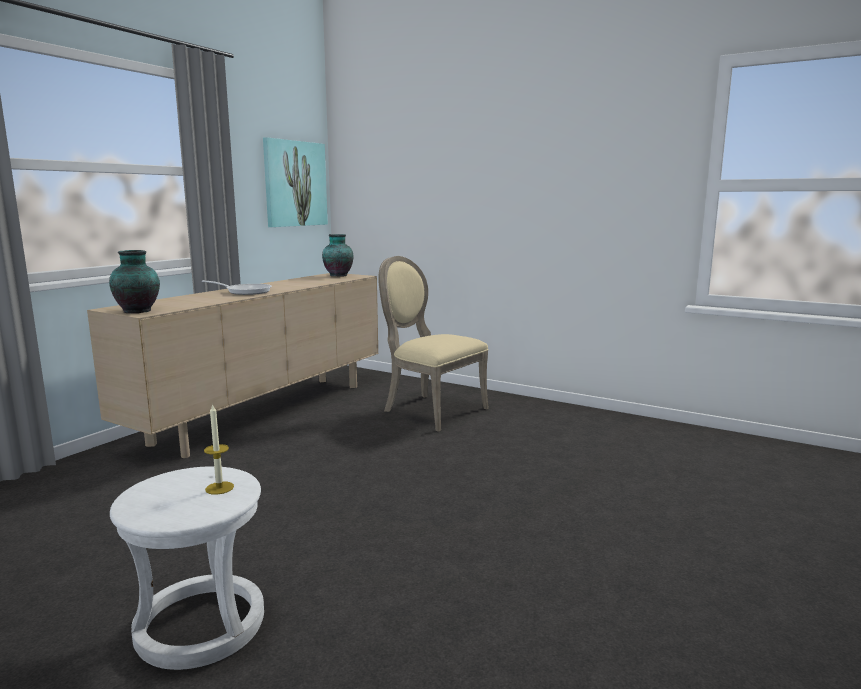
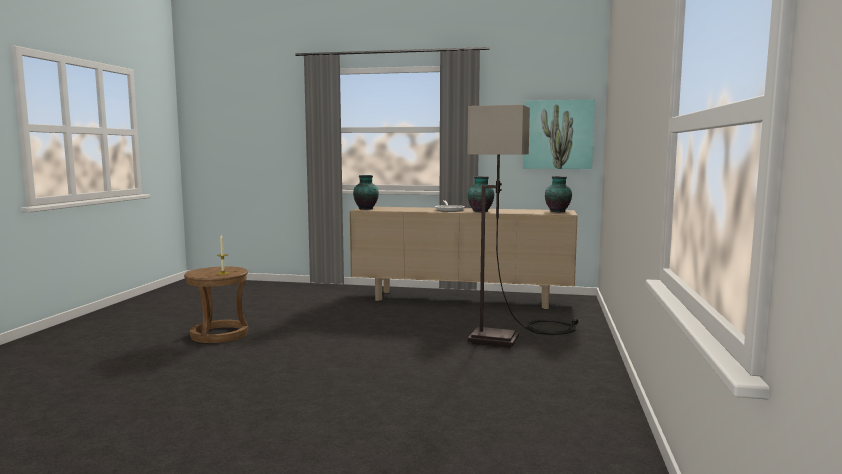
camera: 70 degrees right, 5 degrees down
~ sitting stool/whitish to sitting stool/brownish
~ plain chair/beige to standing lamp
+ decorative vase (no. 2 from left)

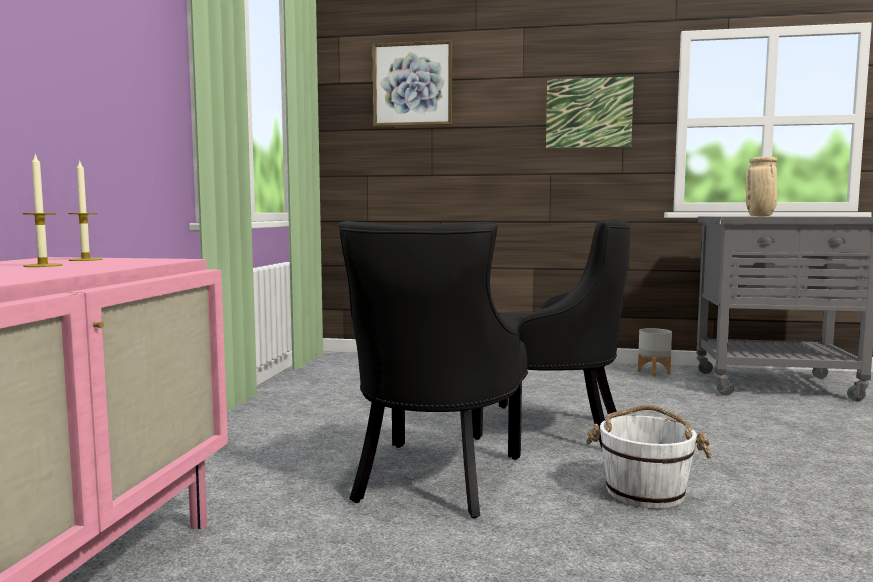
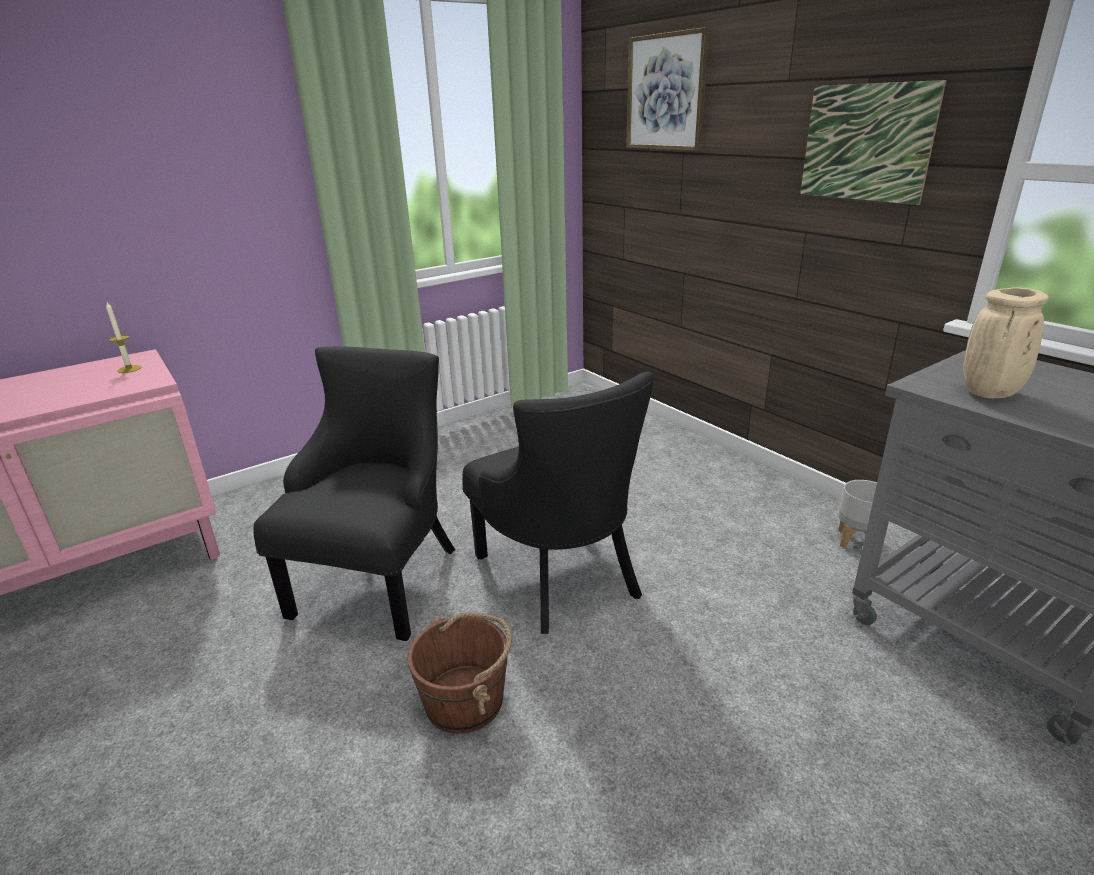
camera: 45 degrees right, 20 degrees up
~ plain chair/black-coloured (no. 1 from left) 135 degrees clockwise
~ water bucket/whitish to water bucket/brownish
- candle (no. 1 from left)

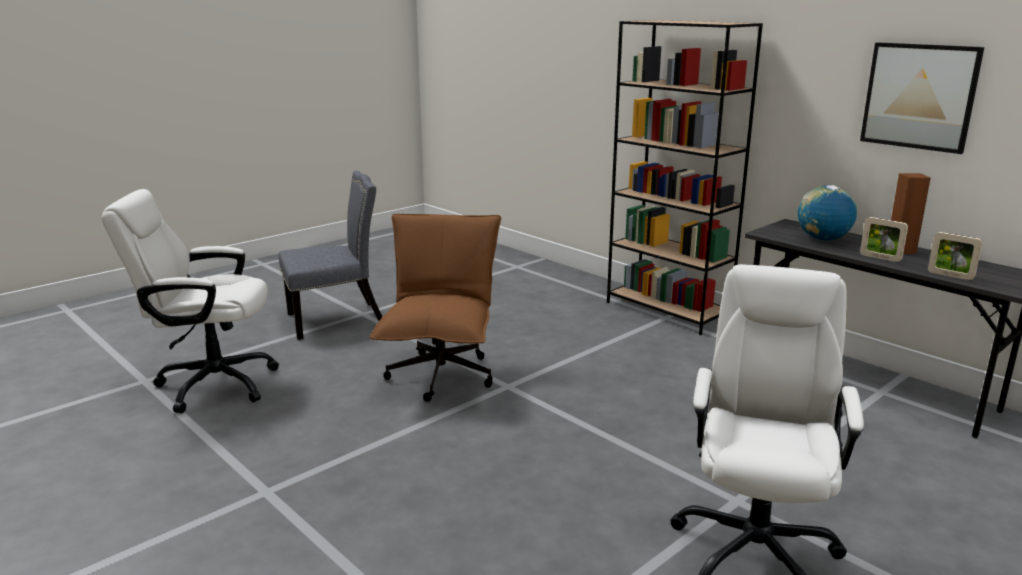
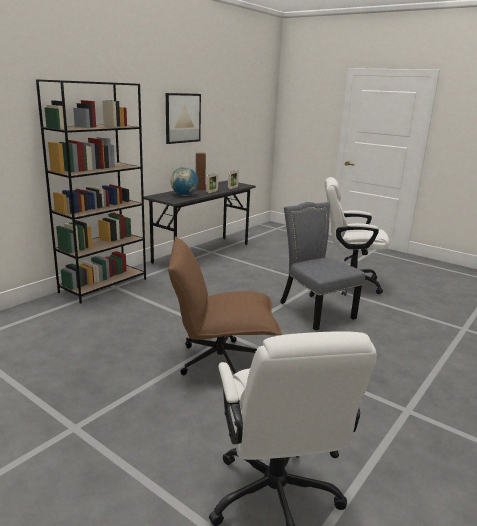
camera: 100 degrees left, 0 degrees up
~ plain chair/grey

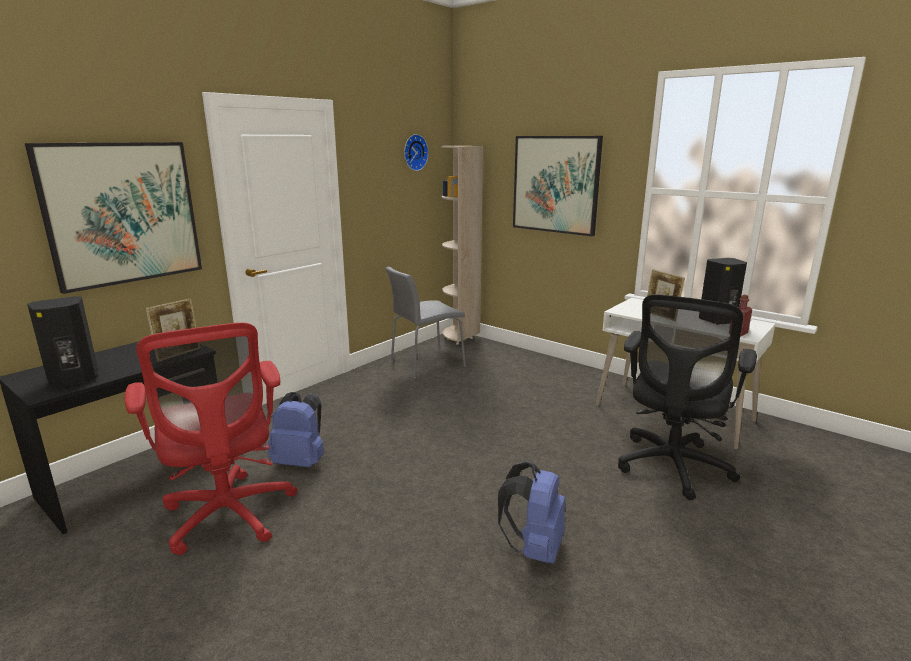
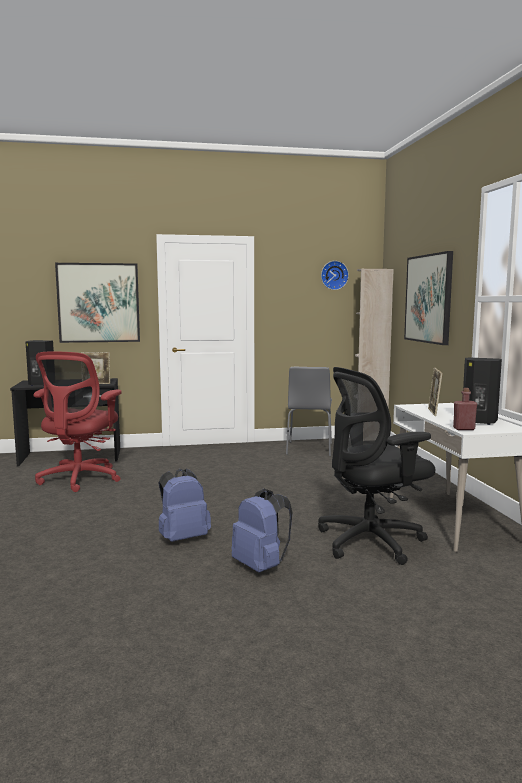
camera: 40 degrees right, 10 degrees down
~ rucksack/bluish (no. 1 from left in the first image) to rucksack/bluish (no. 2 from left)
~ plain chair/grey 90 degrees counterclockwise

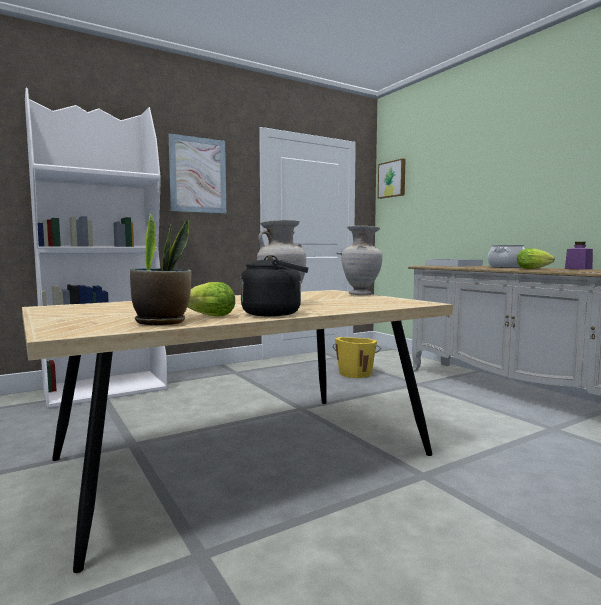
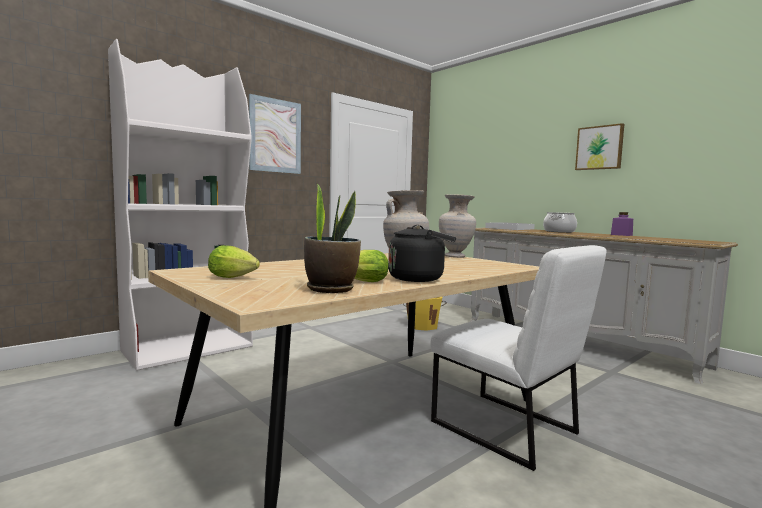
camera: 10 degrees left, 0 degrees up
~ head of lettuce (no. 2 from left in the first image) to head of lettuce (no. 1 from left)
+ plain chair/whitish
~ wall picture (no. 2 from left)

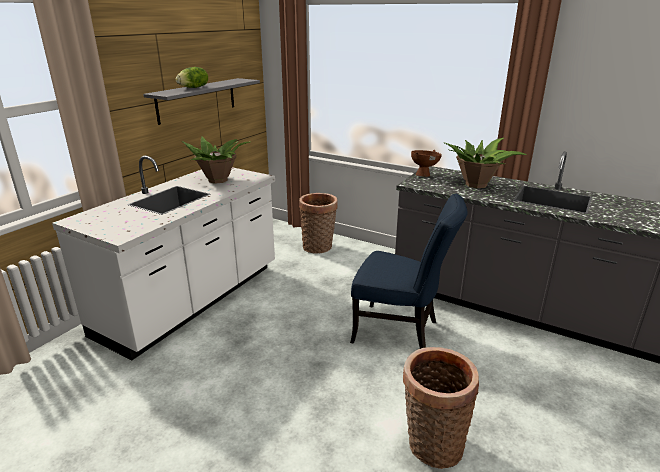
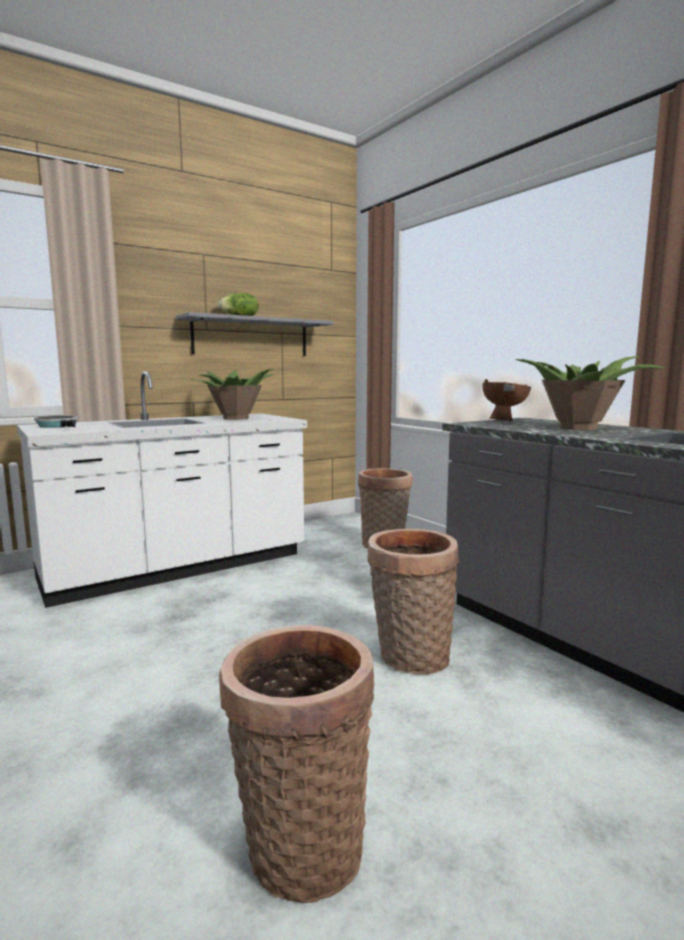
camera: 25 degrees right, 15 degrees down
+ pan
~ plain chair/bluish to storage basket (no. 3 from left)

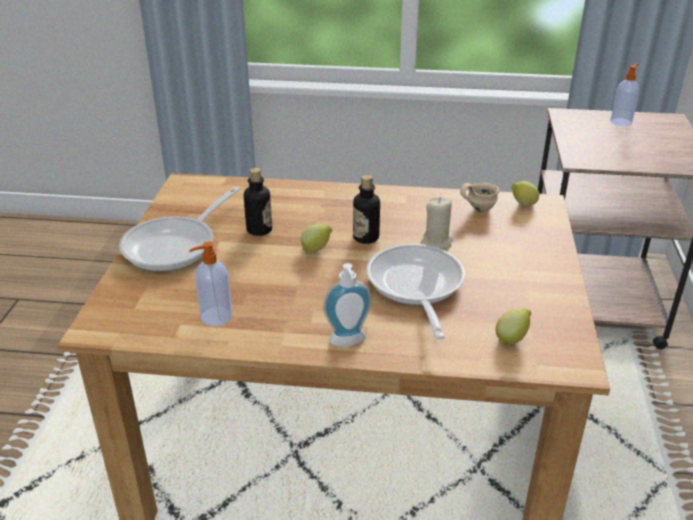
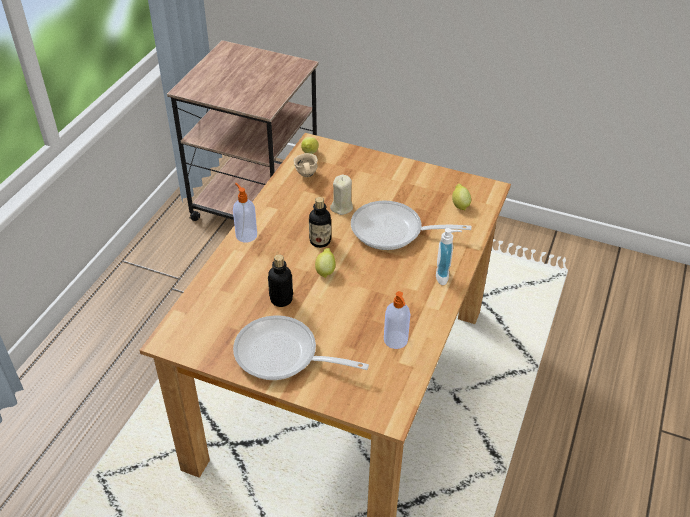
camera: 75 degrees left, 10 degrees up
~ soap bottle (no. 3 from left in the first image) to soap bottle (no. 1 from left)
~ pan (no. 1 from left) 150 degrees clockwise

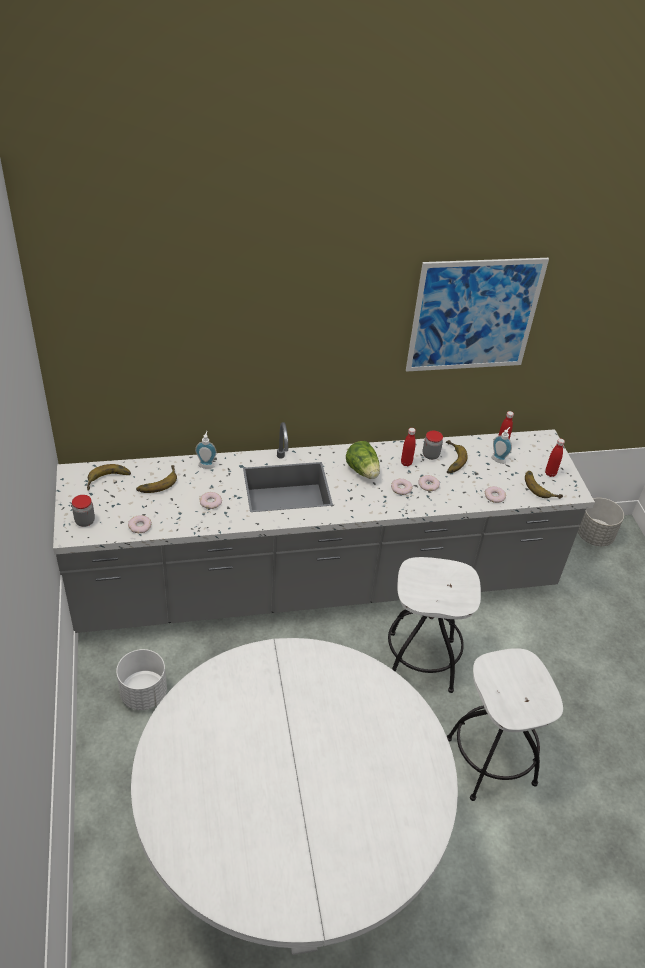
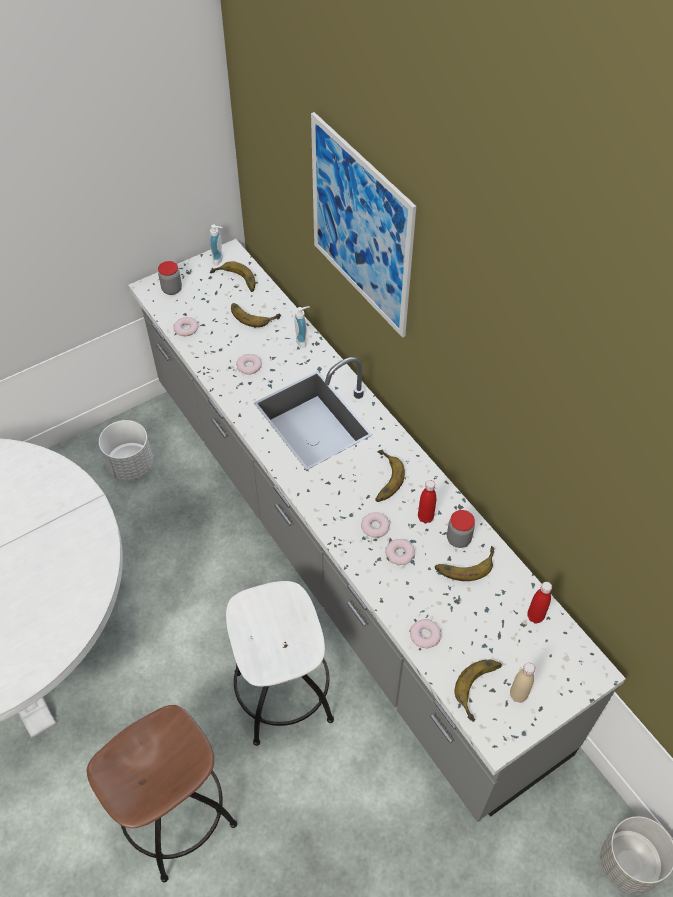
camera: 70 degrees right, 10 degrees up
~ sitting stool/whitish (no. 2 from left) to sitting stool/brownish
~ soap bottle (no. 2 from left in the first image) to soap bottle (no. 1 from left)
~ wall picture
~ head of lettuce to banana fruit (no. 3 from left)
~ beverage bottle/red-coloured (no. 3 from left) to beverage bottle/beige

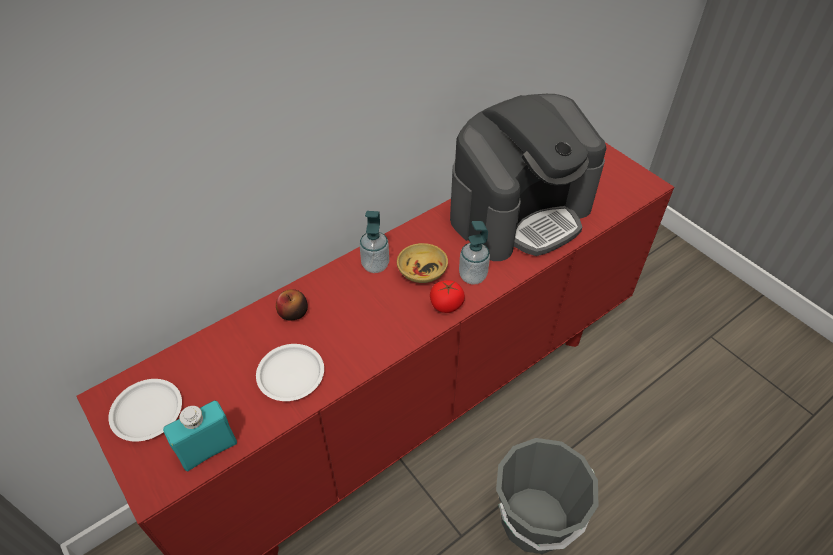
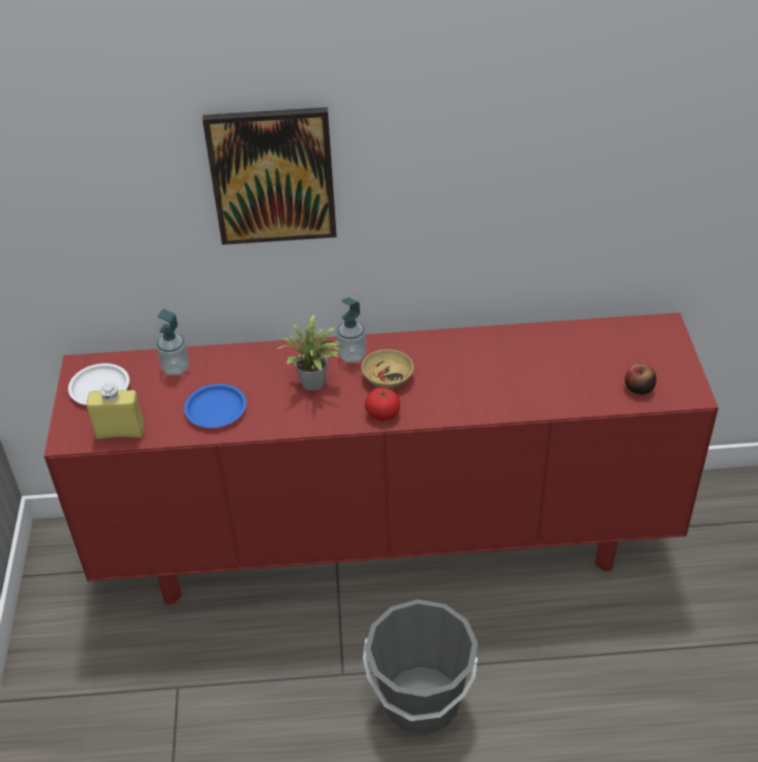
camera: 35 degrees right, 5 degrees down
~ beverage bottle/blue-green to beverage bottle/yellowish
~ soap bottle (no. 2 from left in the first image) to soap bottle (no. 1 from left)
~ dinner plate/whitish (no. 2 from left) to dinner plate/bluish
+ wall picture
+ potted plant
~ whole apple
- coffee maker

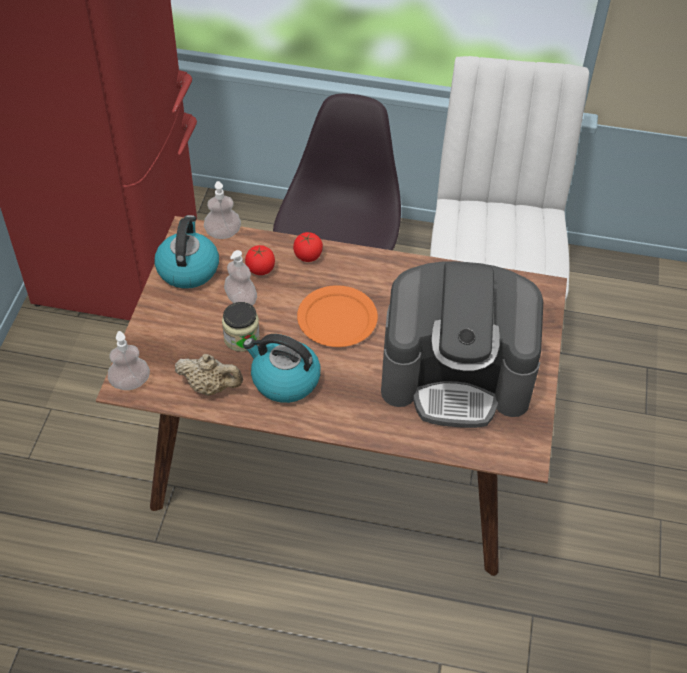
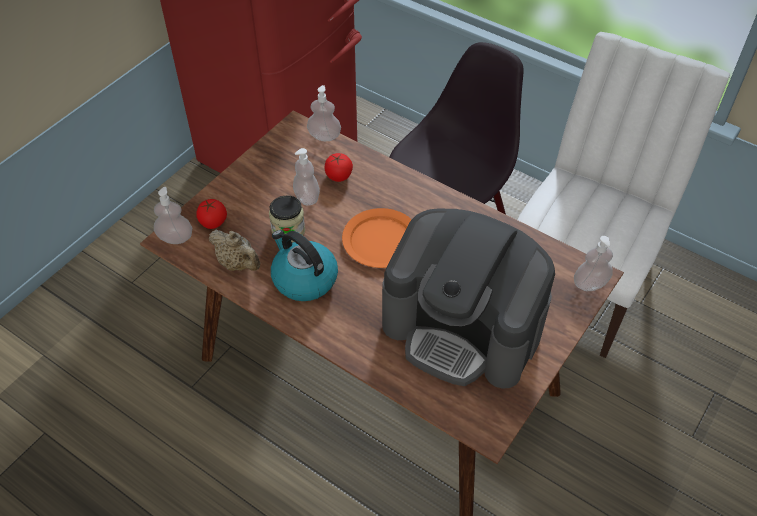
camera: 25 degrees right, 0 degrees up
~ fresh tomato (no. 2 from left in the first image) to fresh tomato (no. 1 from left)
+ soap bottle (no. 4 from left)
- water kettle (no. 1 from left)

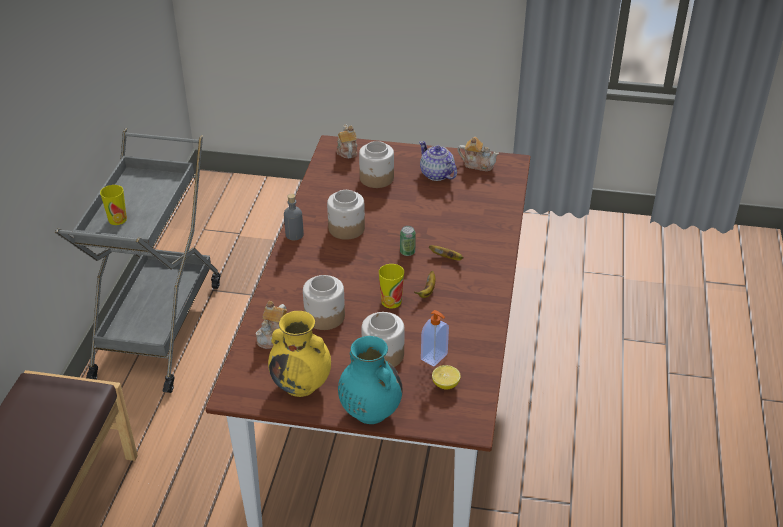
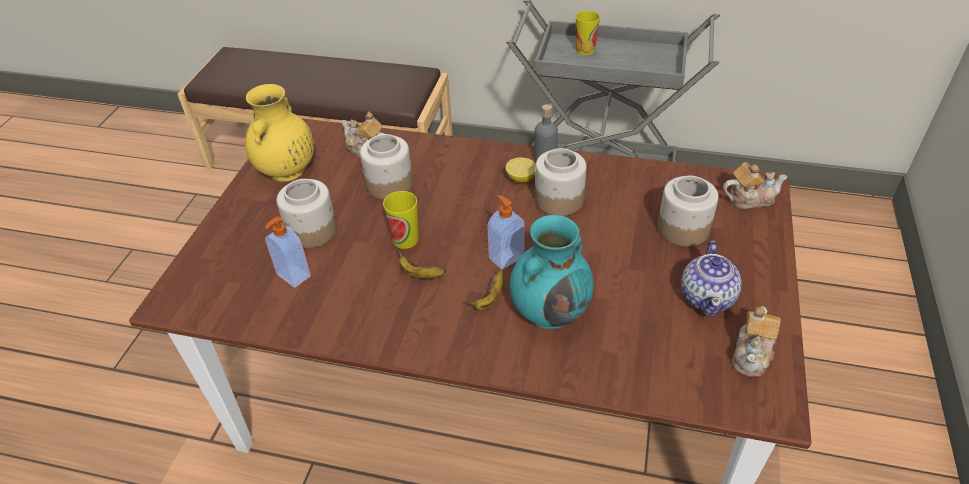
camera: 95 degrees right, 5 degrees up
~ sealed can to soap bottle (no. 2 from left)
~ lemon
~ decorative vase/blue-green
~ teapot (no. 3 from left in the first image) 135 degrees clockwise

